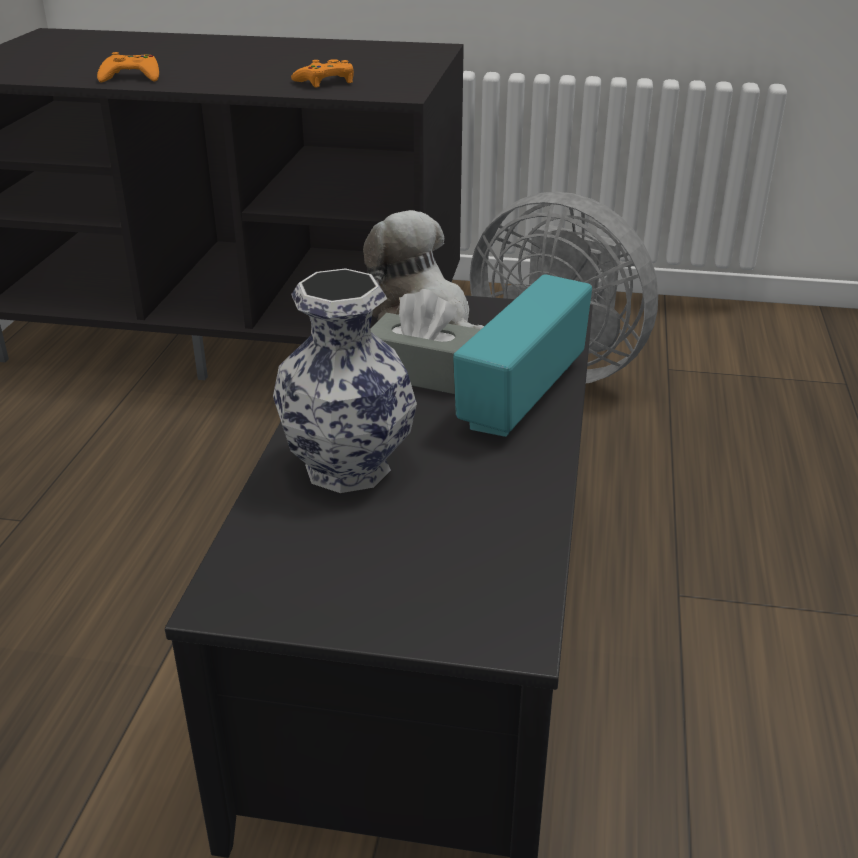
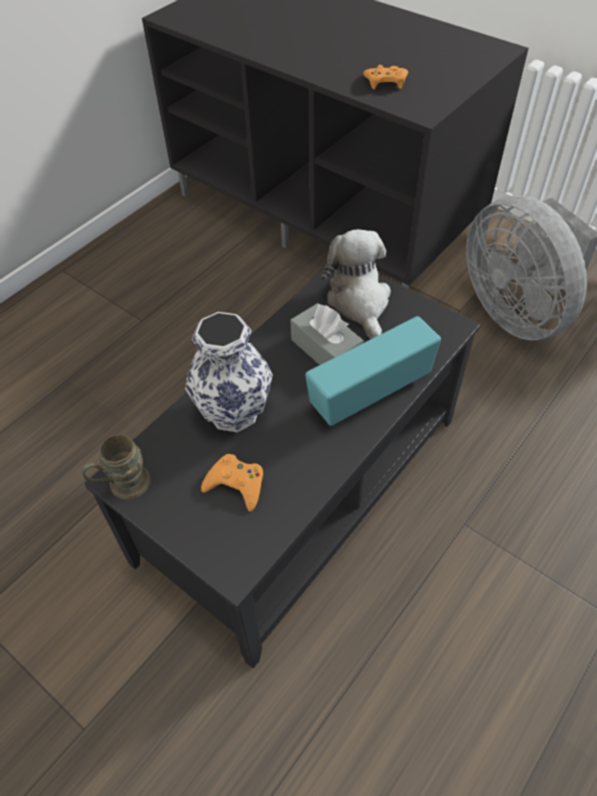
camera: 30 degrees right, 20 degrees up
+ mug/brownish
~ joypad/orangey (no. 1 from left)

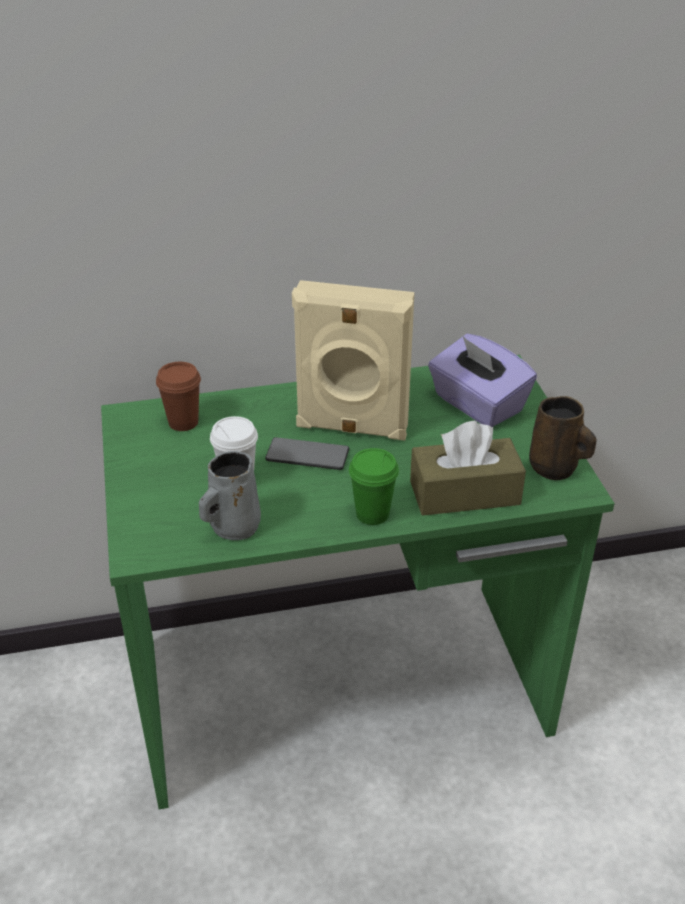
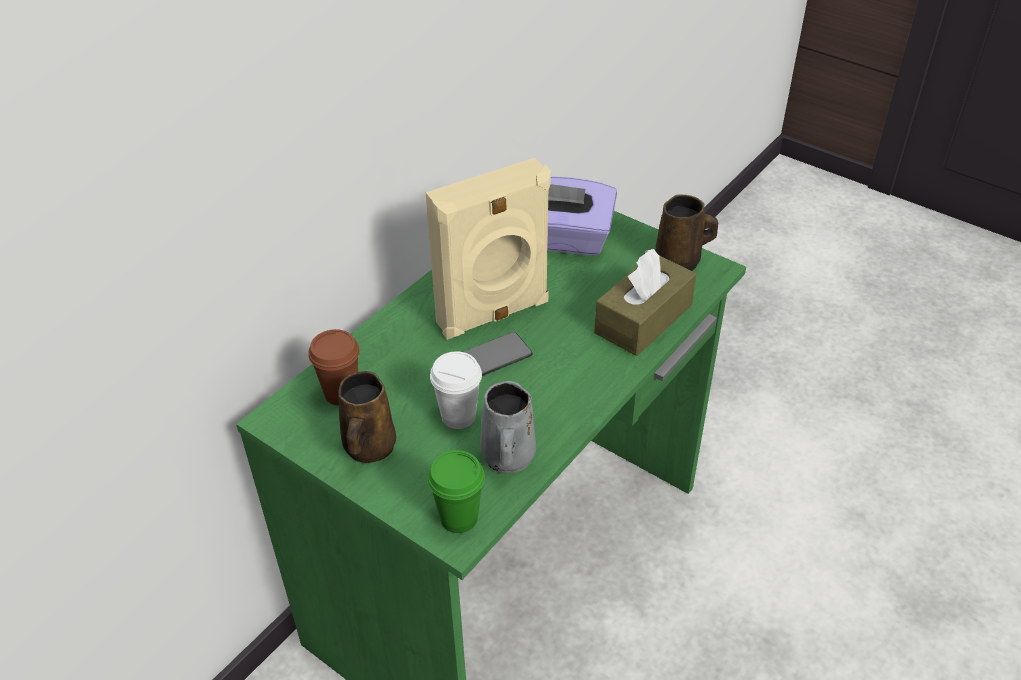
camera: 40 degrees left, 5 degrees up
+ mug/brownish (no. 1 from left)
~ small cup/green-coloured

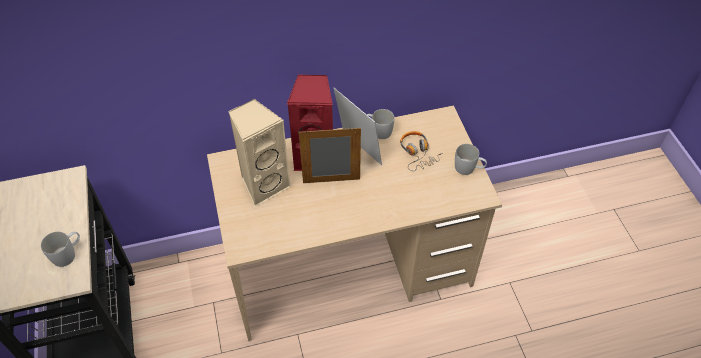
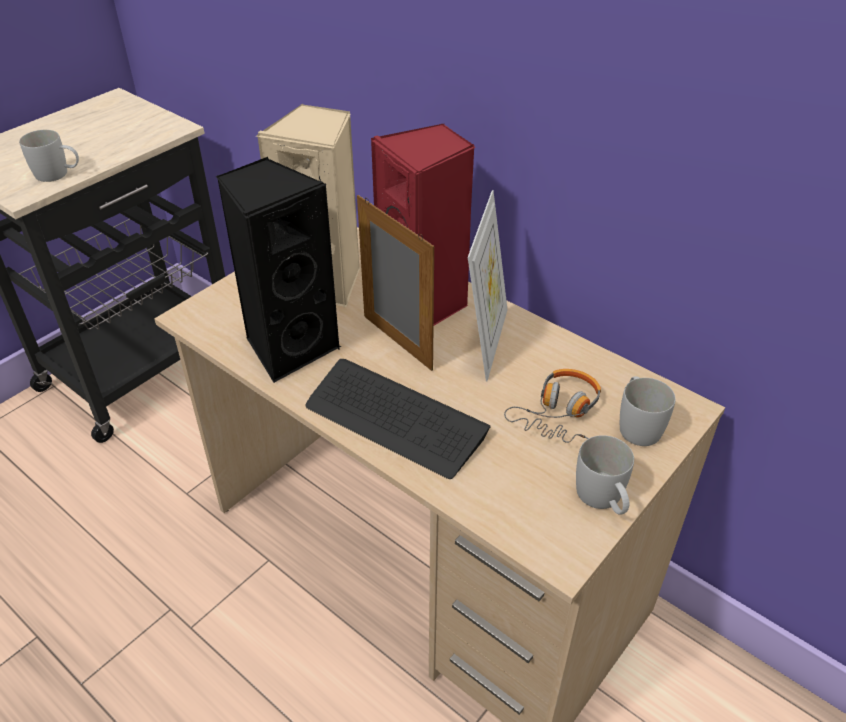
camera: 55 degrees right, 10 degrees down
+ audio speaker/black-coloured
+ computer keyboard
~ mug/whitish (no. 2 from left in the first image) to mug/whitish (no. 3 from left)

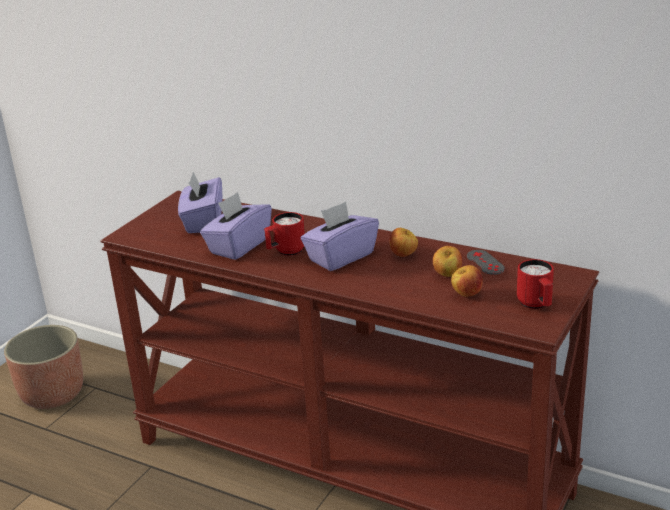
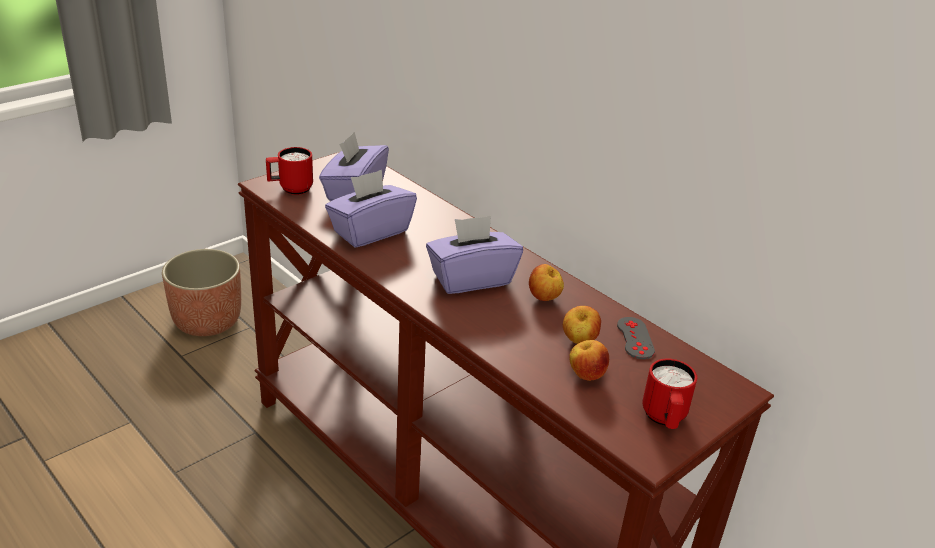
camera: 15 degrees right, 5 degrees up
~ mug/red-coloured (no. 1 from left)

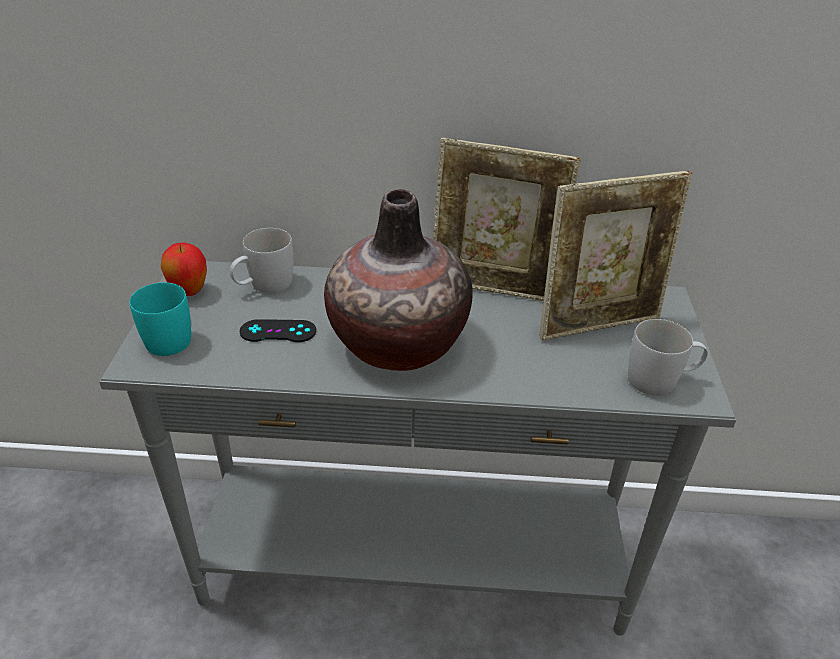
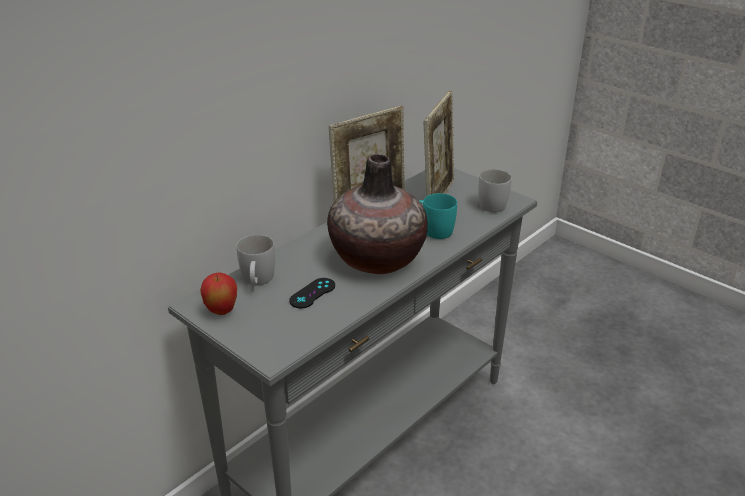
camera: 50 degrees left, 5 degrees down
~ mug/blue-green

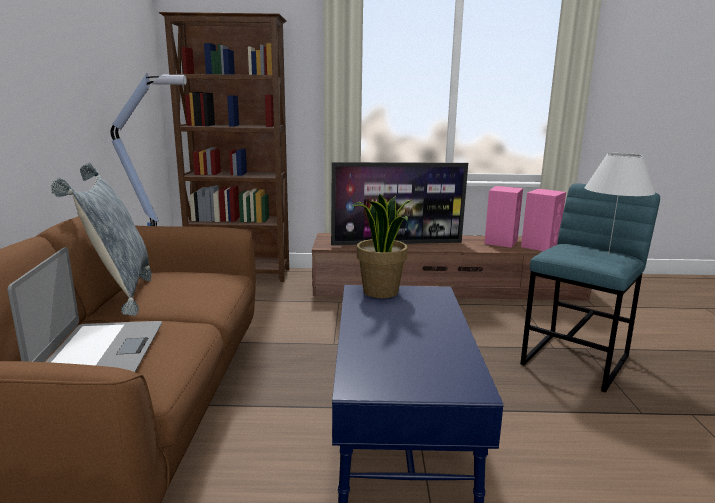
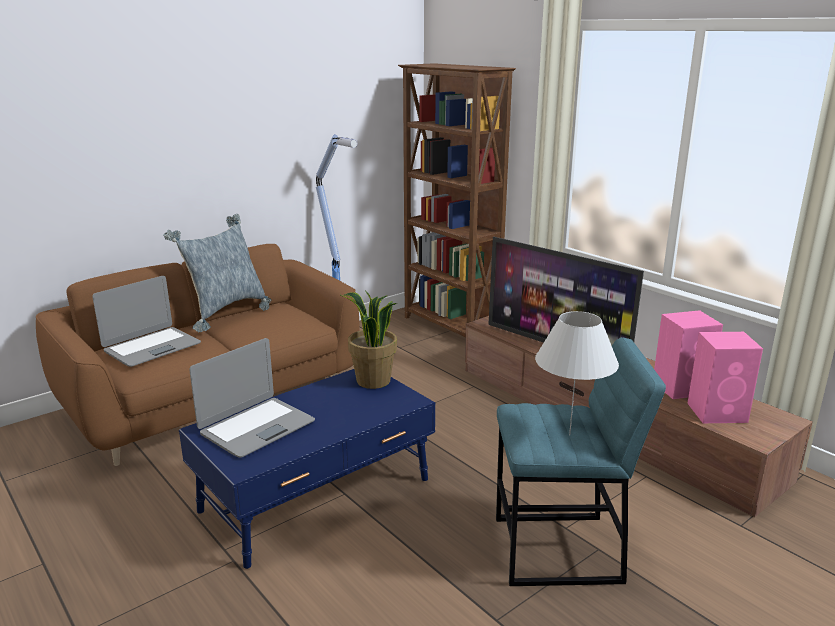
camera: 50 degrees right, 5 degrees up
+ laptop (no. 2 from left)

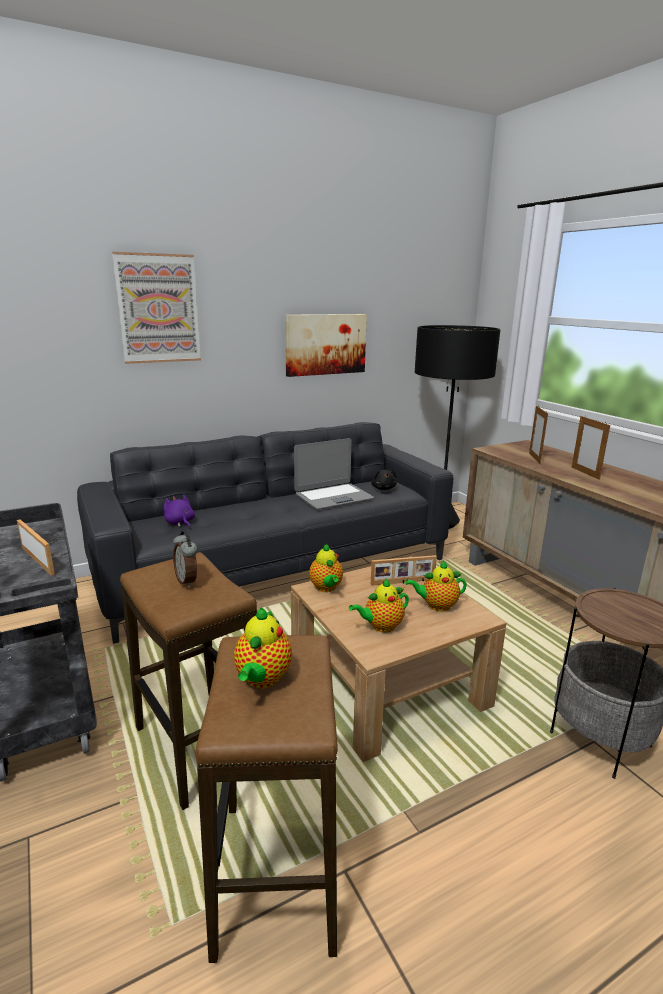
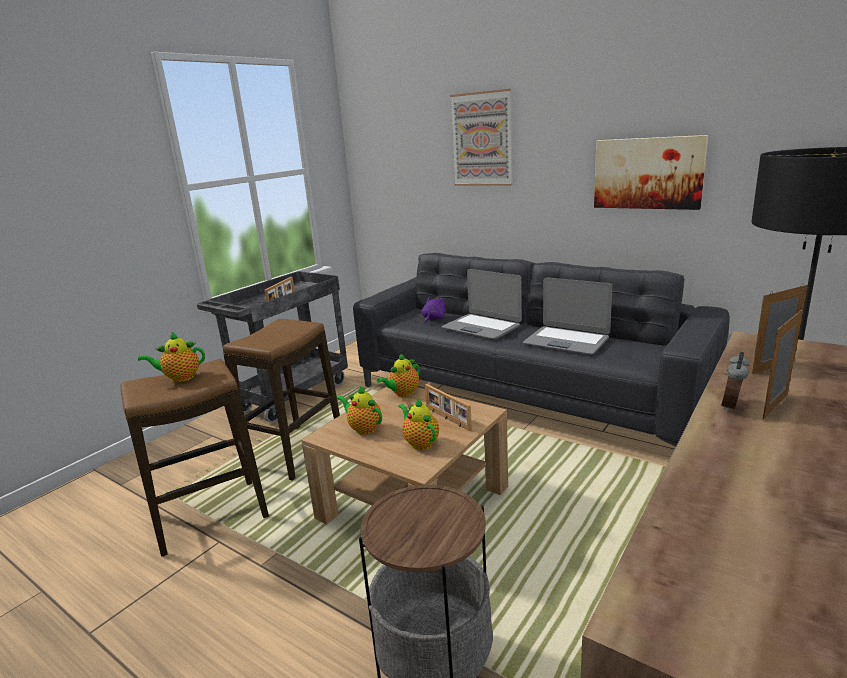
camera: 65 degrees right, 0 degrees up
+ laptop (no. 1 from left)
~ alarm clock
- cuddly toy/black-coloured

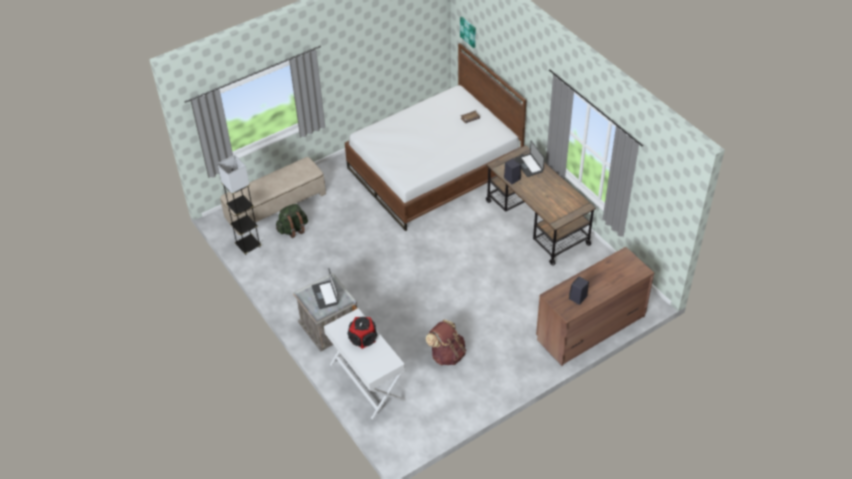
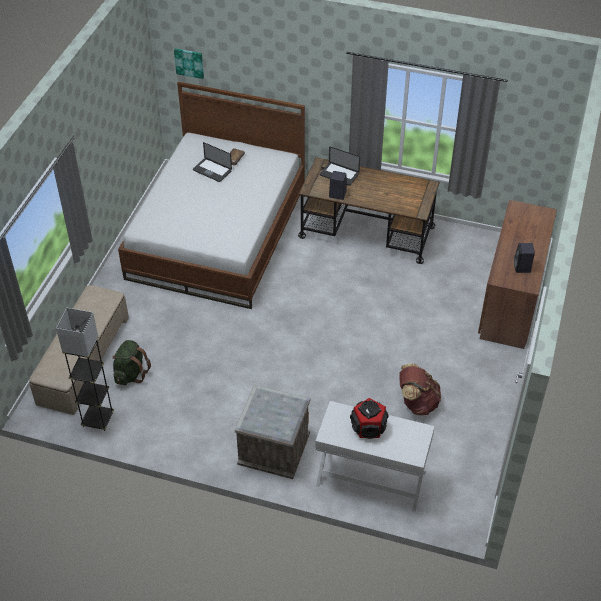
camera: 40 degrees left, 0 degrees up
~ laptop (no. 1 from left)

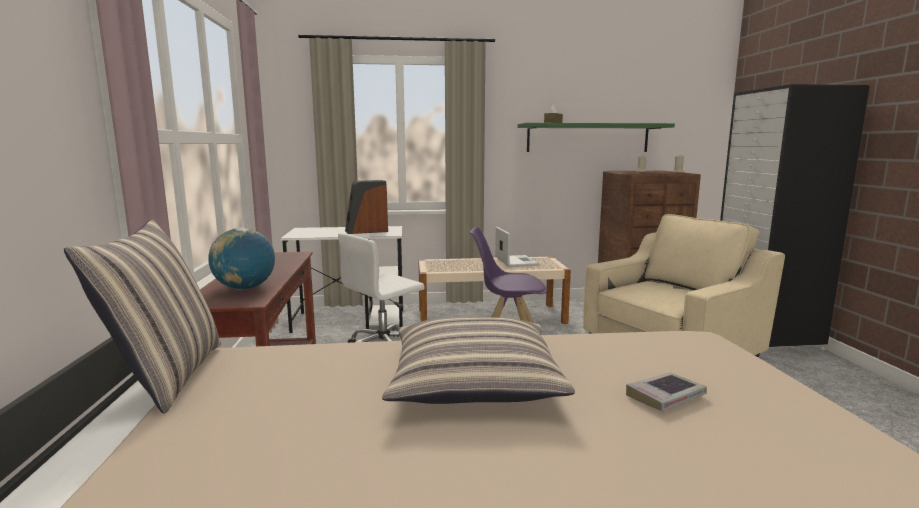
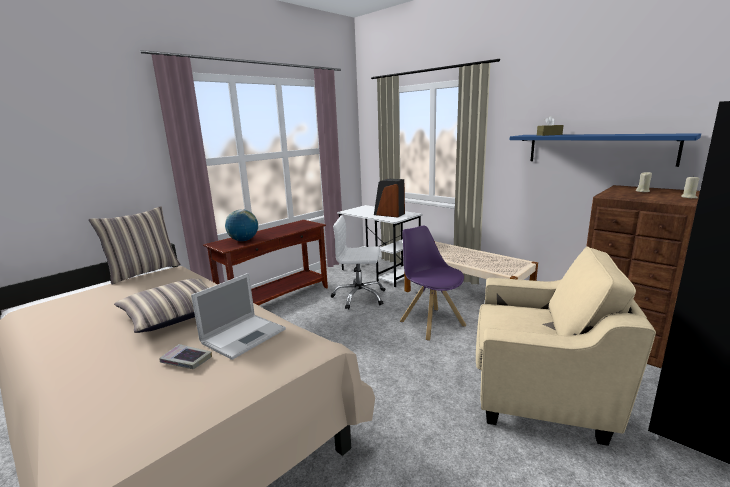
camera: 50 degrees right, 5 degrees up
~ laptop
~ bracket shelf/green-coloured to bracket shelf/bluish

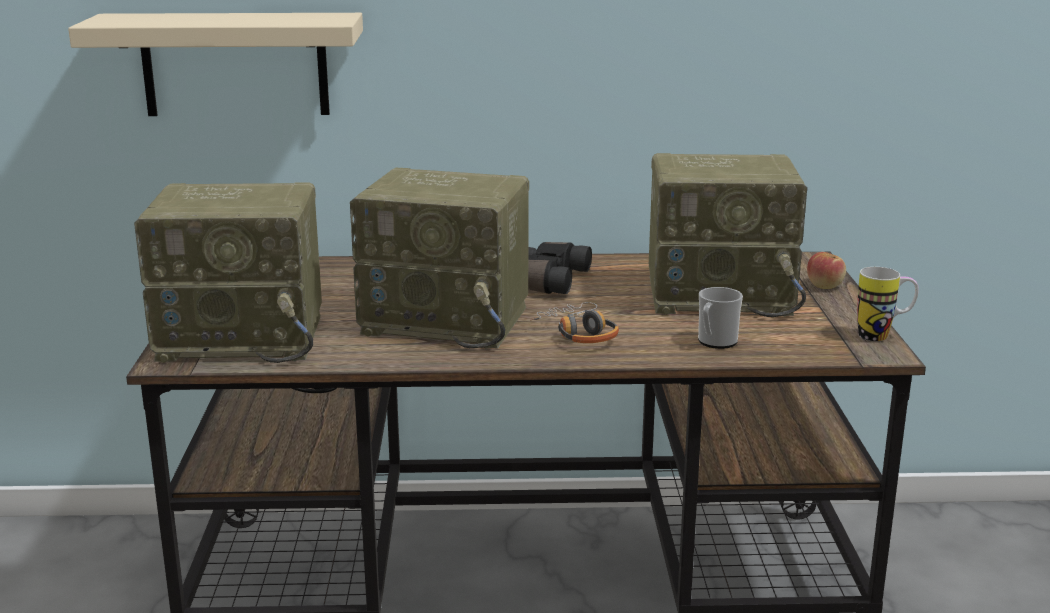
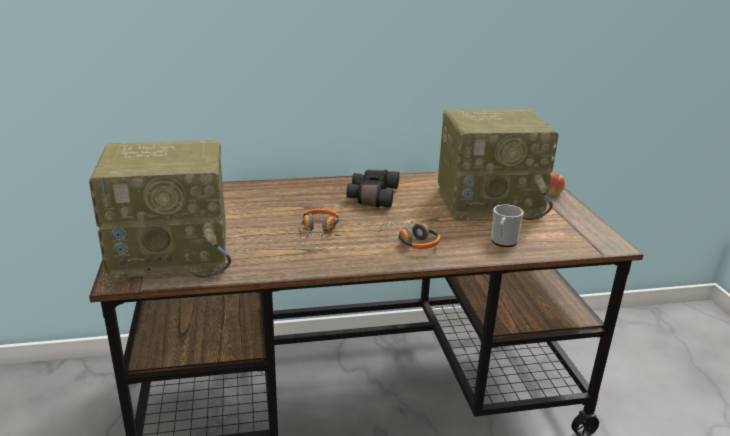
camera: 10 degrees left, 5 degrees up
~ radio (no. 2 from left) to pair of headphones (no. 1 from left)
- bracket shelf/beige
- mug (no. 2 from left)

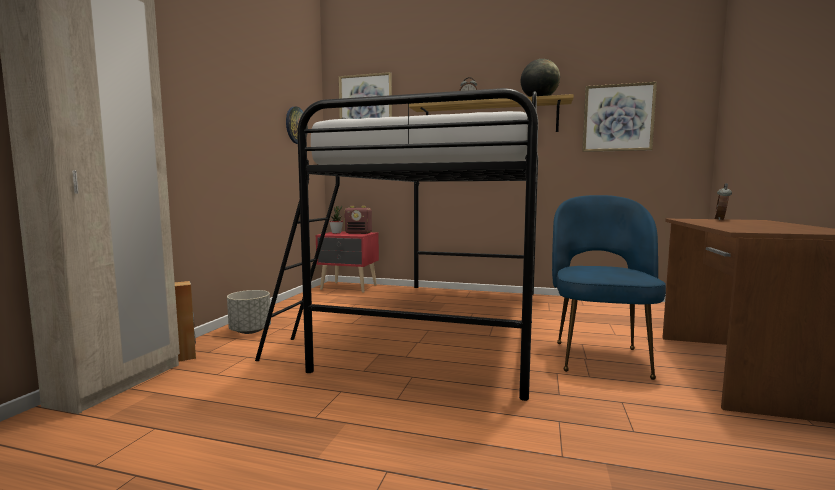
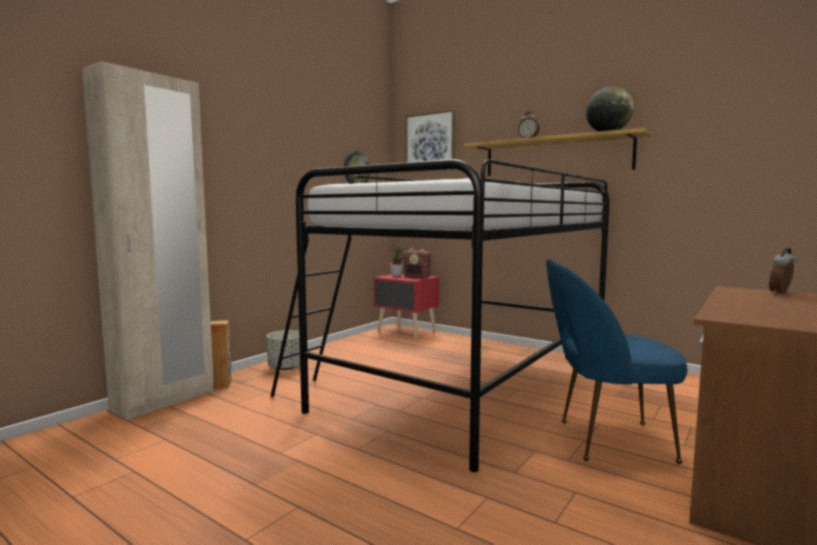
camera: 20 degrees right, 0 degrees up
~ plain chair/bluish 120 degrees counterclockwise
- wall picture (no. 2 from left)

